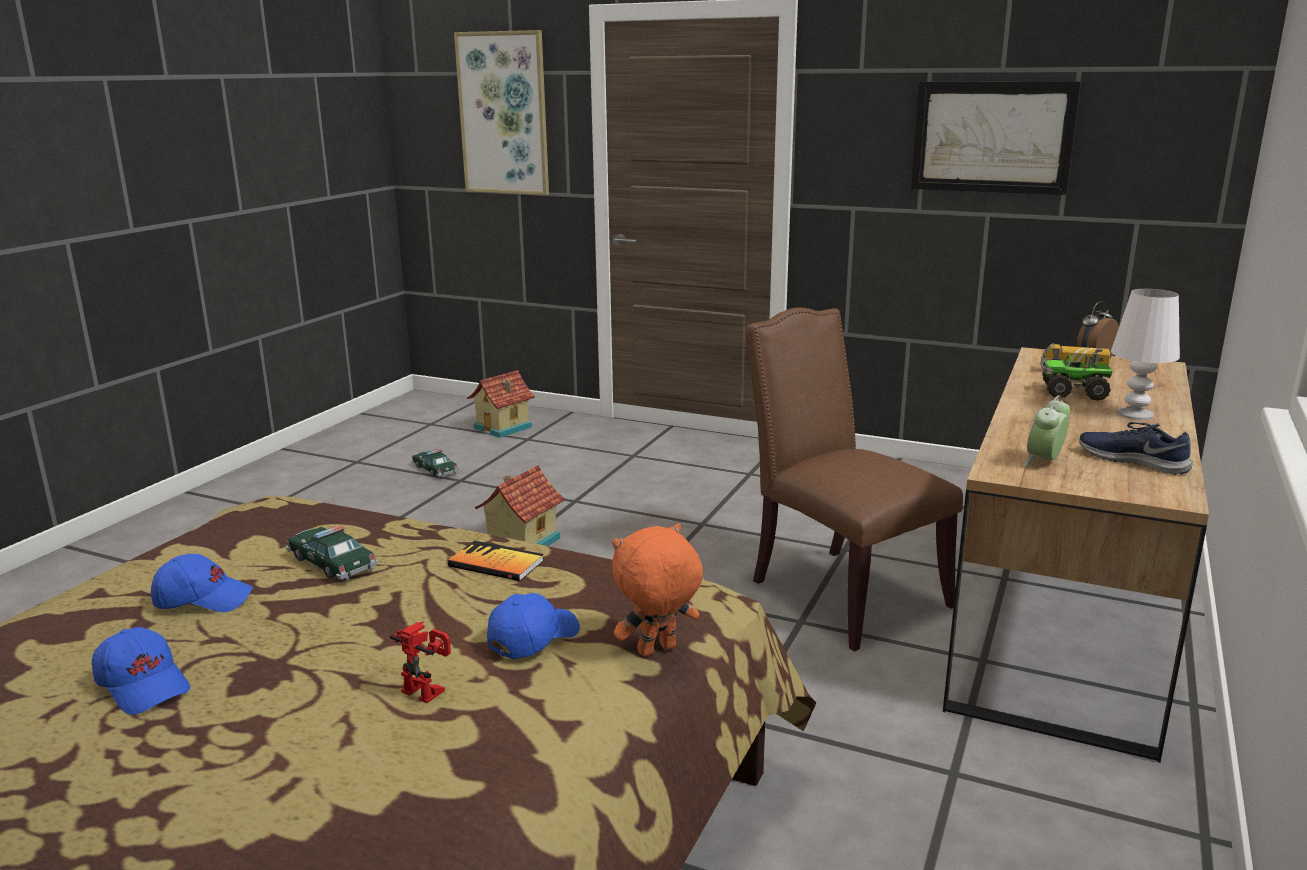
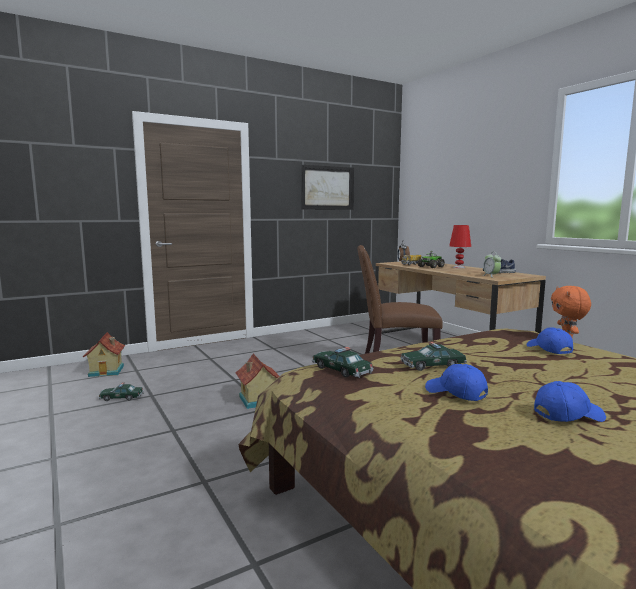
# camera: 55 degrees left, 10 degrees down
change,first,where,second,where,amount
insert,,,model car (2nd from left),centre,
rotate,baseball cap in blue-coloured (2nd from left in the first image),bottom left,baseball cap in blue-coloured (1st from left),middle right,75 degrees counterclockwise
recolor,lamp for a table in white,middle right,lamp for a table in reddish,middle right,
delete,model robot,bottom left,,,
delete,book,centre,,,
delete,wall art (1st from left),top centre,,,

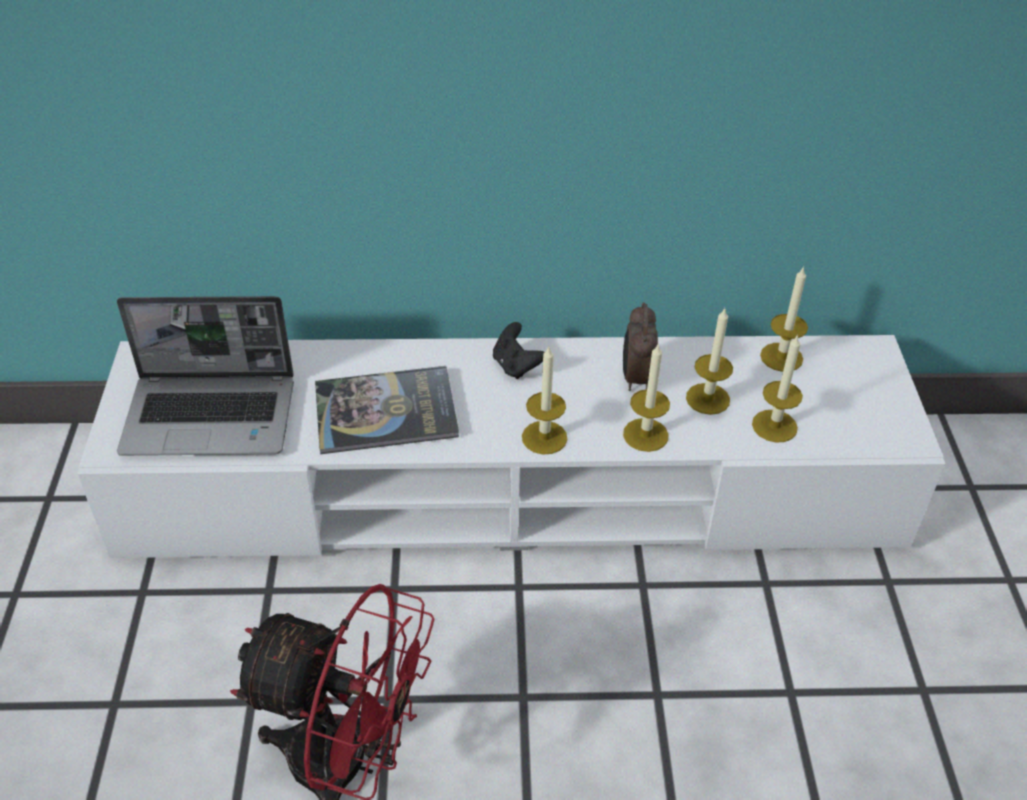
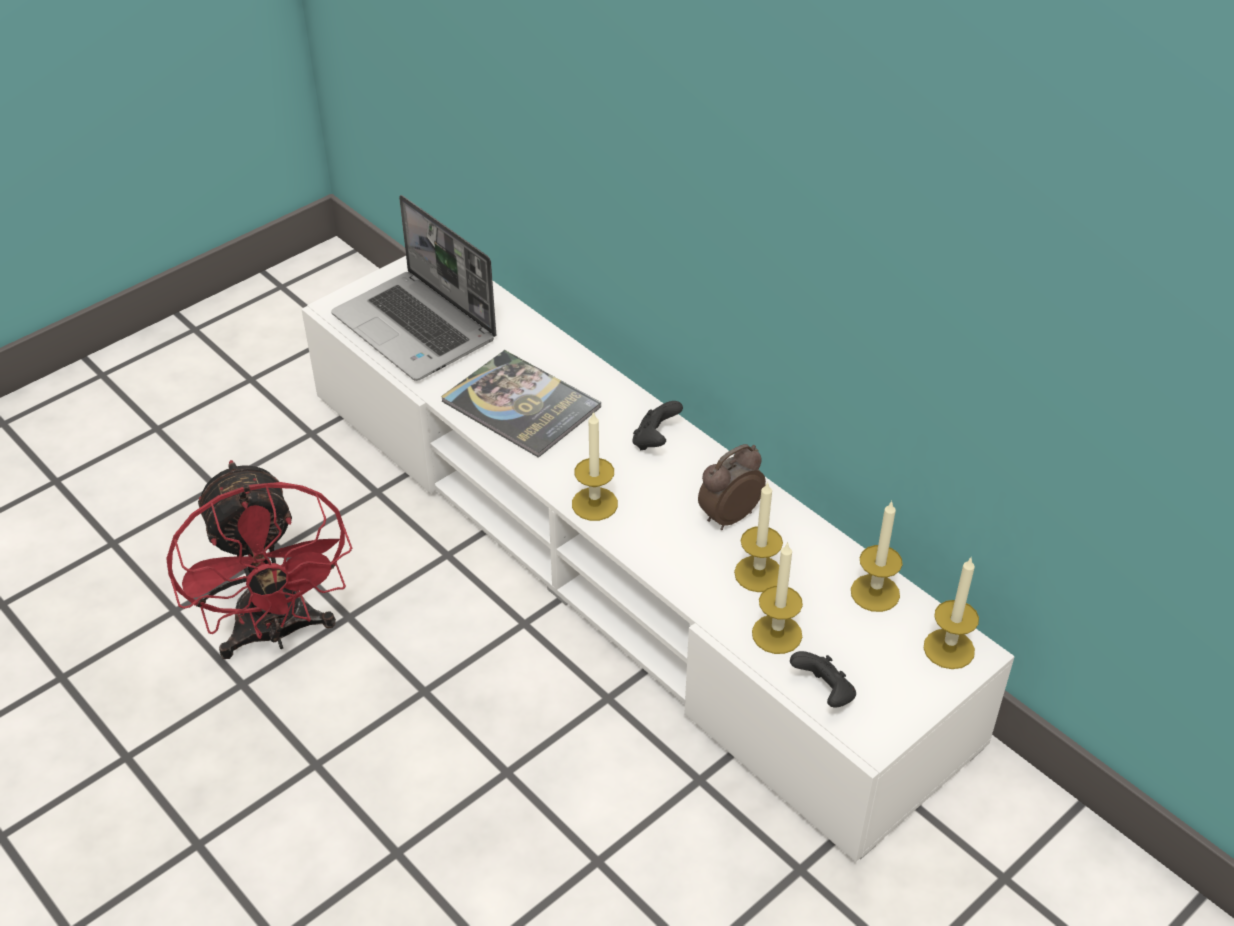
# camera: 50 degrees right, 0 degrees up
change,first,where,second,where,amount
insert,,,game controller in black-coloured (2nd from left),bottom right,
move,wax candle (2nd from left in the first image),centre,wax candle (5th from left),middle right,

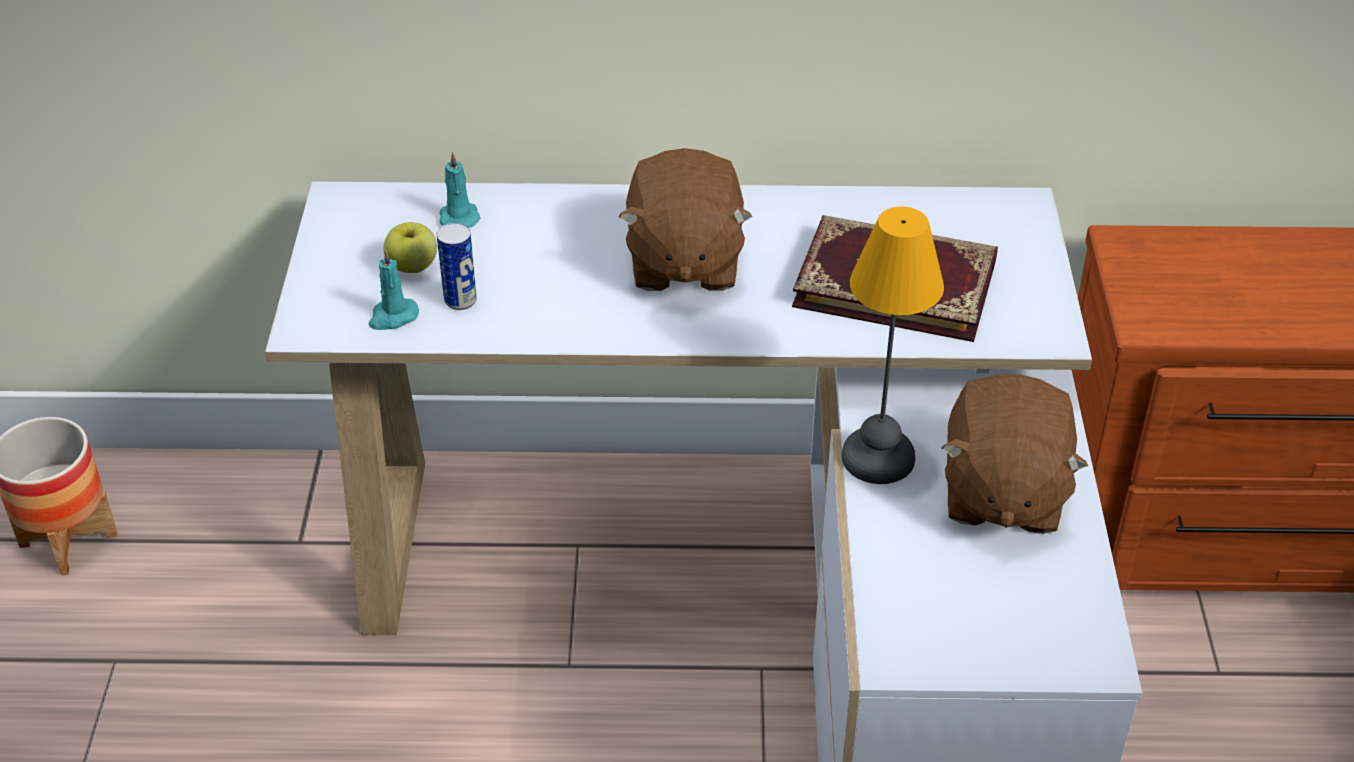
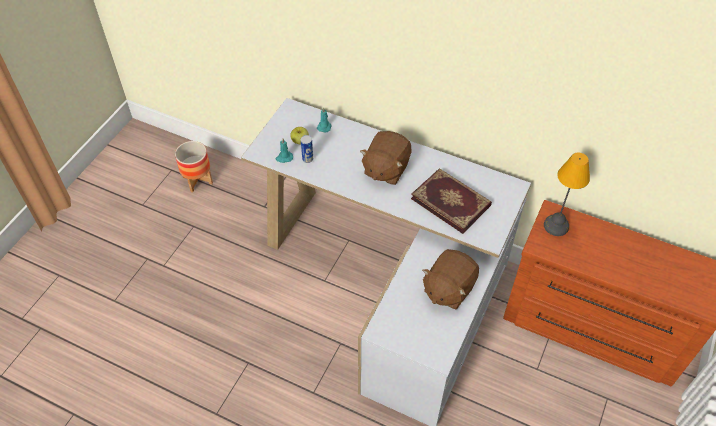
# camera: 25 degrees right, 10 degrees up
change,first,where,second,where,amount
move,lamp for a table,centre,,middle right,

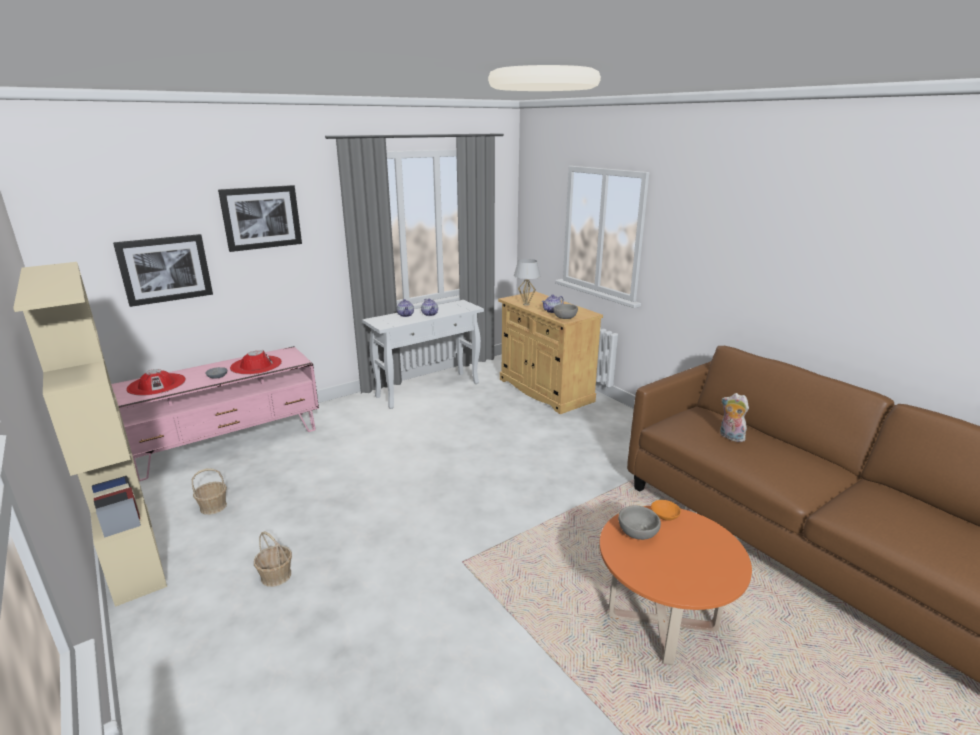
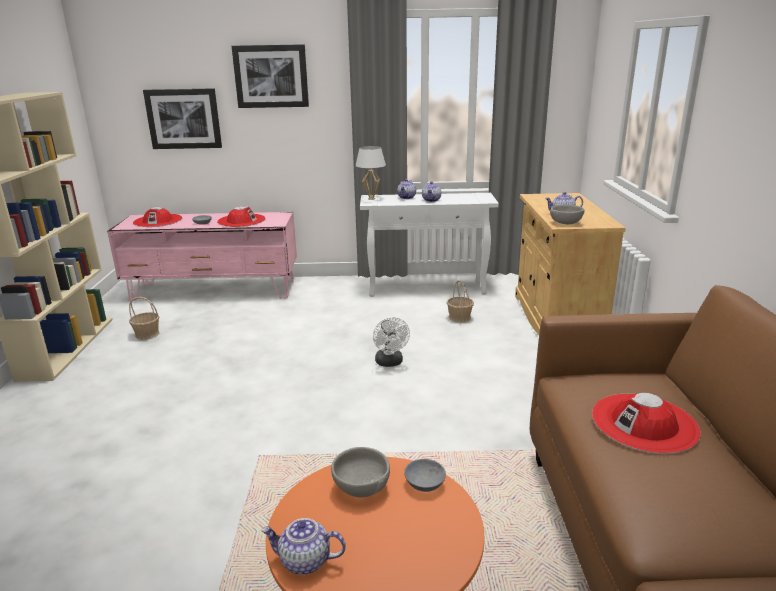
# camera: 35 degrees right, 0 degrees up
change,first,where,second,where,amount
insert,,,pot for tea (1st from left),bottom centre,
move,lamp for a table in white,centre,,top centre,
insert,,,cooling fan in white,centre,
recolor,deep dish in orange-coloured,bottom right,deep dish in grey (3rd from left),bottom centre,
move,storage basket (2nd from left),bottom left,,centre,
replace,cuddly toy,middle right,hat in reddish (3rd from left),bottom right,

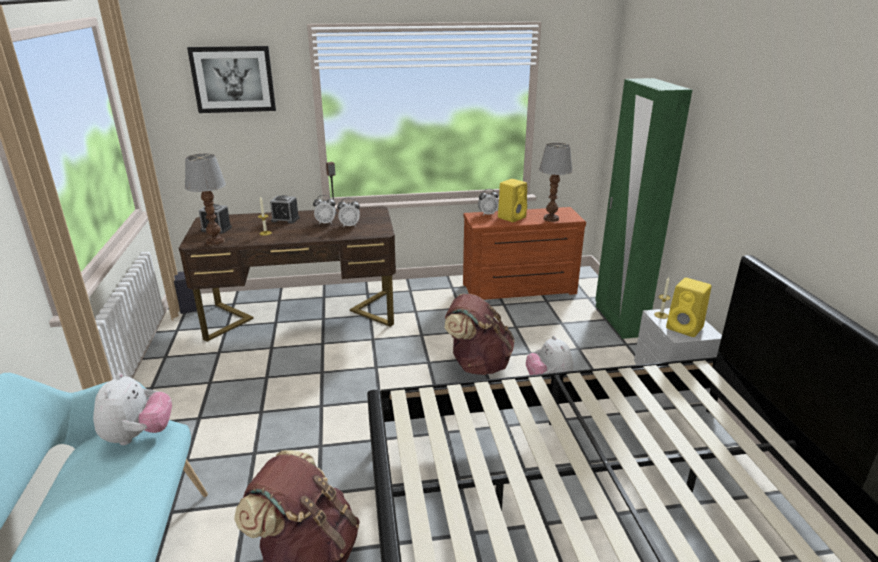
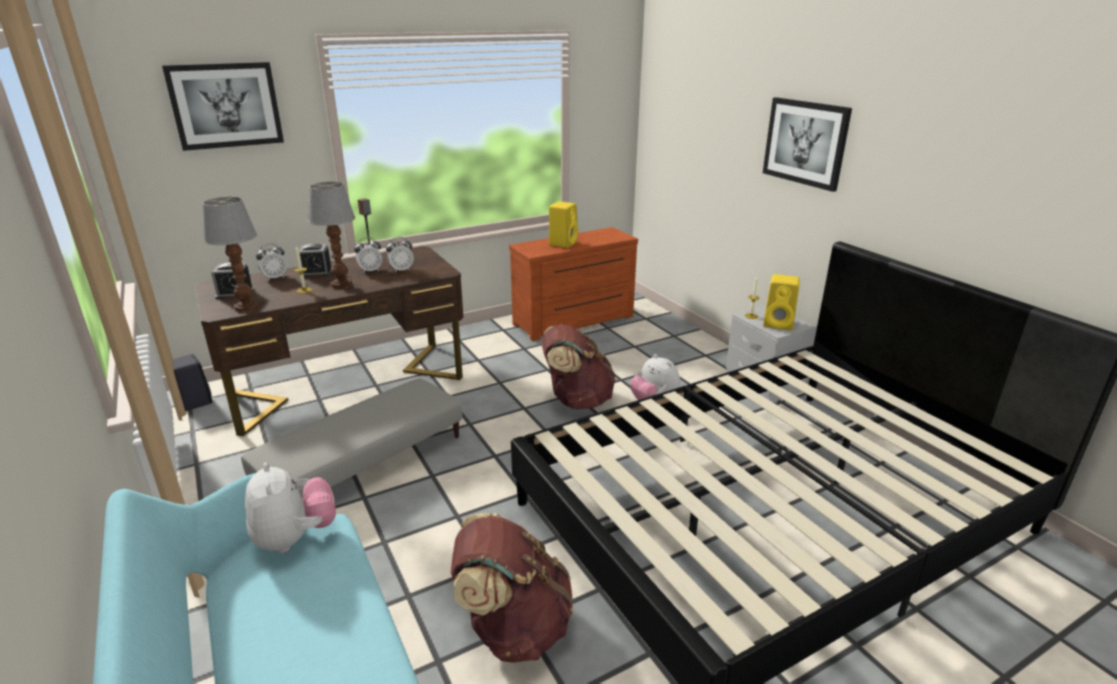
# camera: 20 degrees left, 0 degrees up
change,first,where,second,where,amount
insert,,,footrest in grey,middle left,
move,table clock (5th from left in the first image),centre,table clock (2nd from left),middle left,
move,lamp for a table (2nd from left),top centre,,middle left,
insert,,,wall art (2nd from left),top right,
delete,clothes cupboard in greenish,middle right,,,

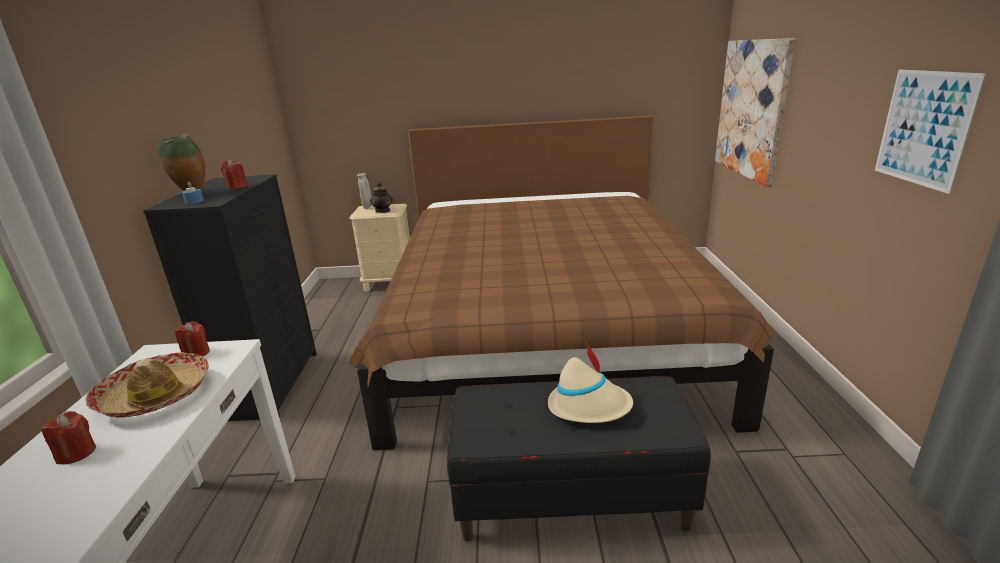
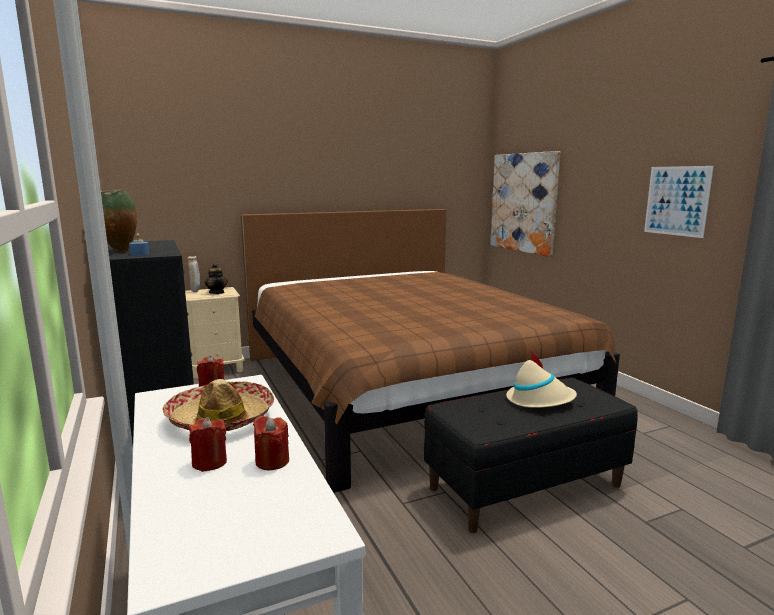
# camera: 25 degrees left, 10 degrees down
change,first,where,second,where,amount
move,wax candle in reddish (3rd from left),top left,,bottom centre,

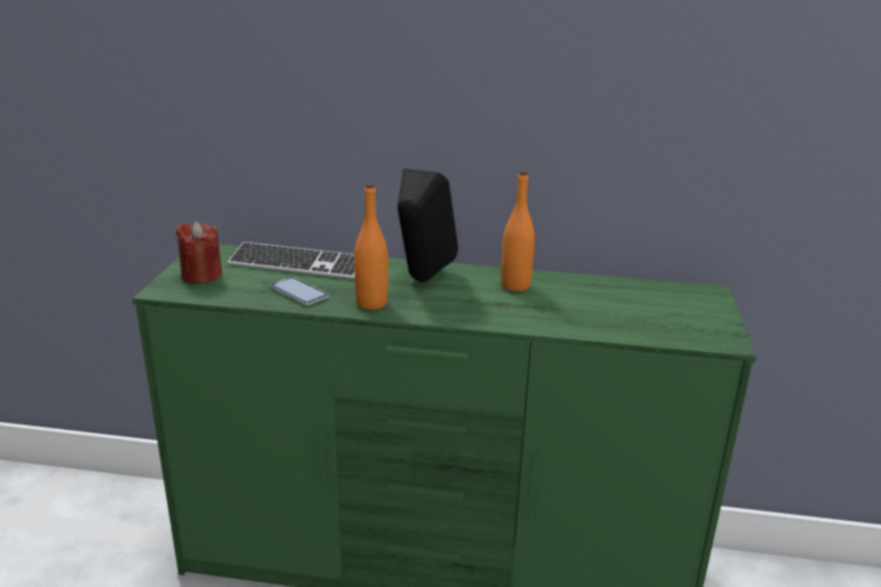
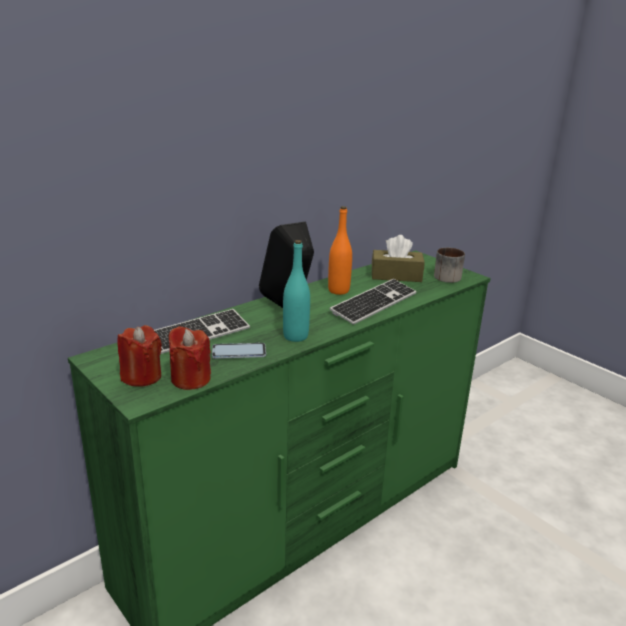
# camera: 50 degrees left, 0 degrees up
change,first,where,second,where,amount
insert,,,wax candle in reddish (2nd from left),middle left,
recolor,beverage bottle in orange-coloured (1st from left),centre,beverage bottle in blue-green,centre,
insert,,,keyboard (2nd from left),centre,
insert,,,tissue box in brown-coloured,centre,
insert,,,coffee mug,middle right,

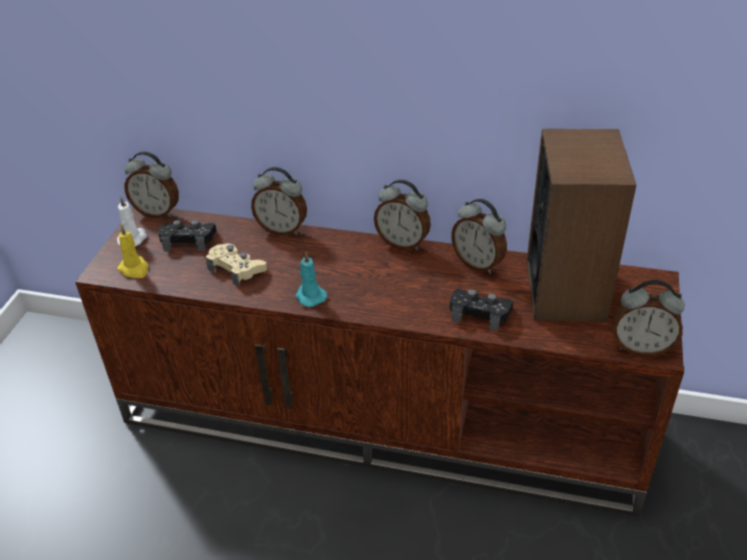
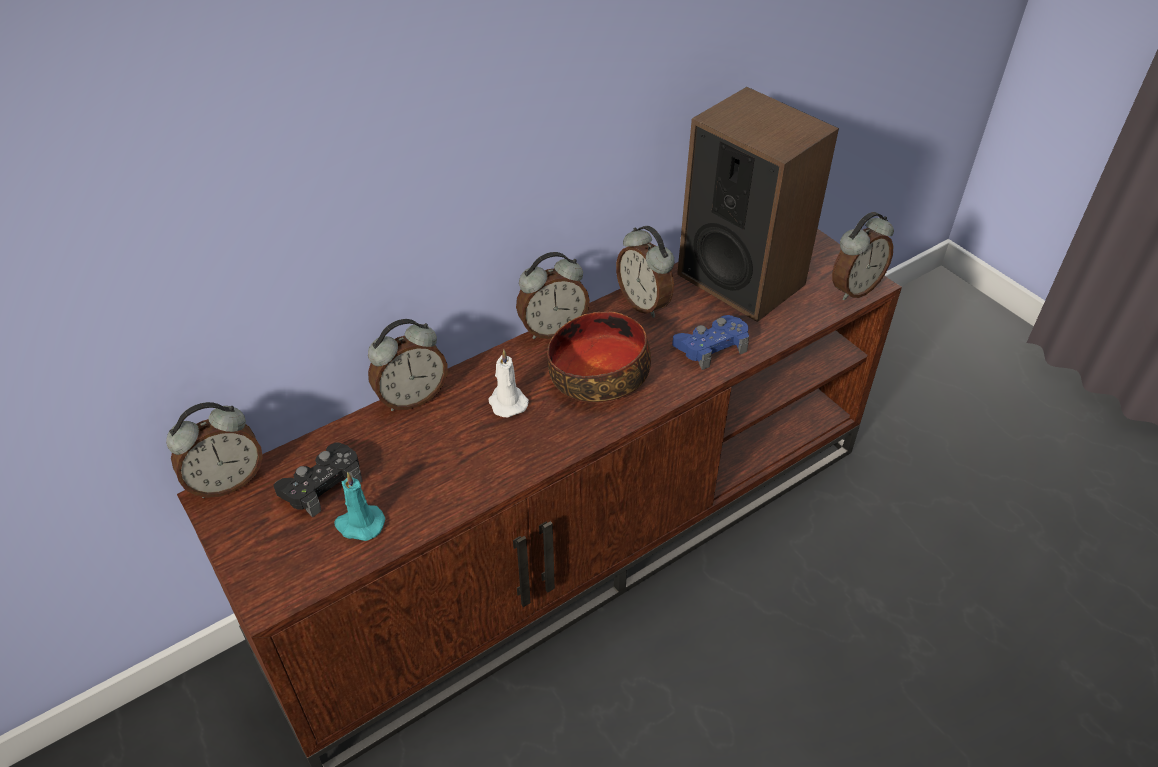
# camera: 50 degrees left, 5 degrees up
change,first,where,second,where,amount
move,wax candle in blue-green,centre,,middle left,
move,wax candle in white,middle left,,centre,
insert,,,deep dish,centre,
rotate,table clock (4th from left),centre,,centre,60 degrees clockwise
recolor,game controller in black-coloured (2nd from left),centre,game controller in blue-coloured,centre,
delete,wax candle in yellow,middle left,,,
delete,game controller in beige-coloured,middle left,,,

